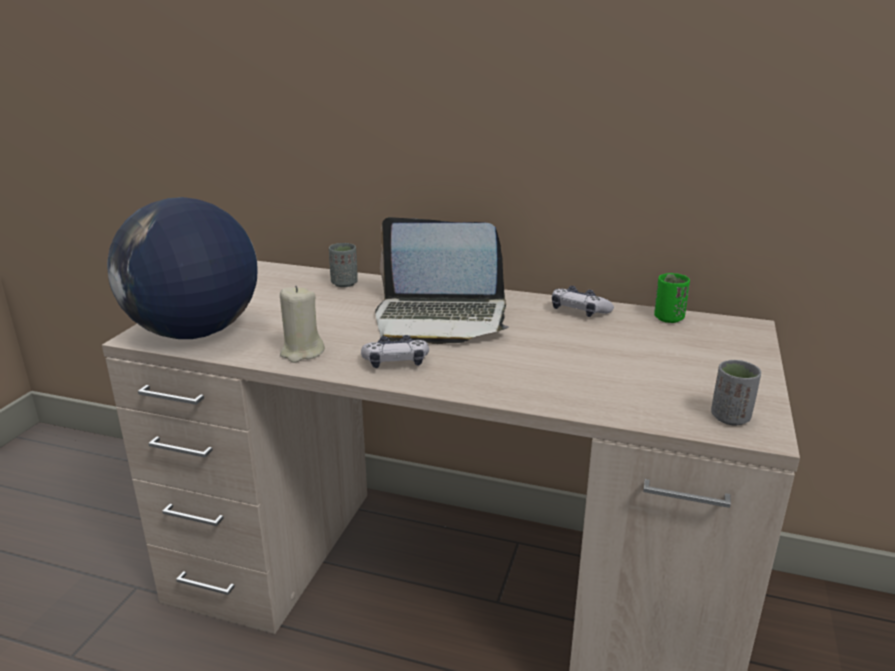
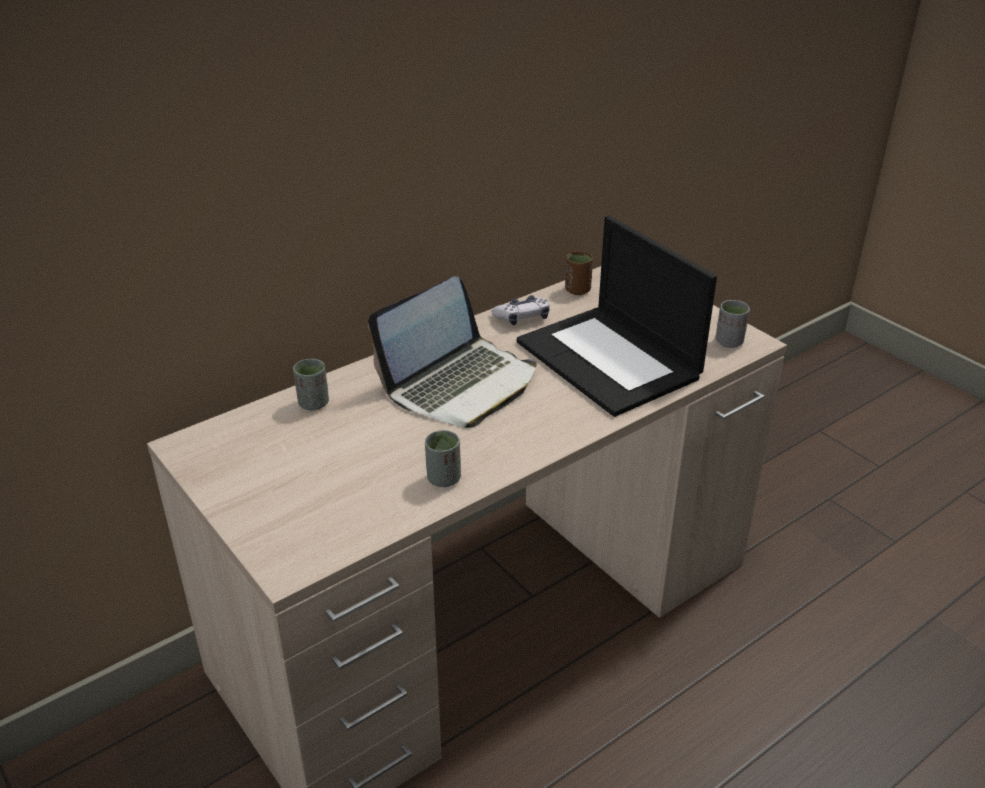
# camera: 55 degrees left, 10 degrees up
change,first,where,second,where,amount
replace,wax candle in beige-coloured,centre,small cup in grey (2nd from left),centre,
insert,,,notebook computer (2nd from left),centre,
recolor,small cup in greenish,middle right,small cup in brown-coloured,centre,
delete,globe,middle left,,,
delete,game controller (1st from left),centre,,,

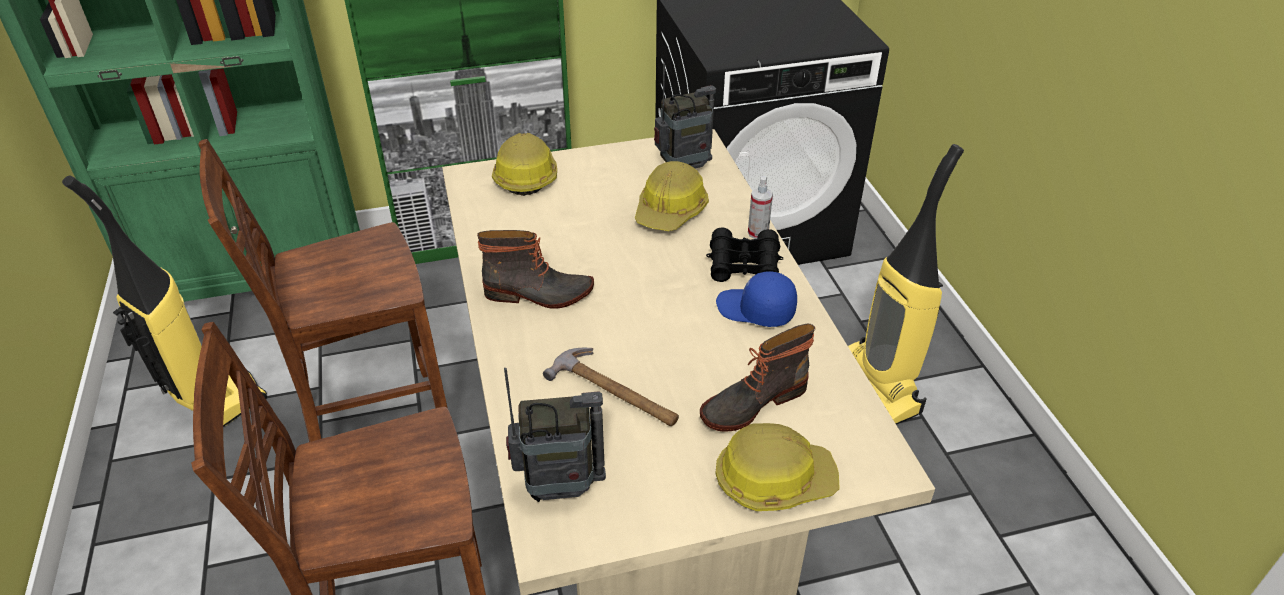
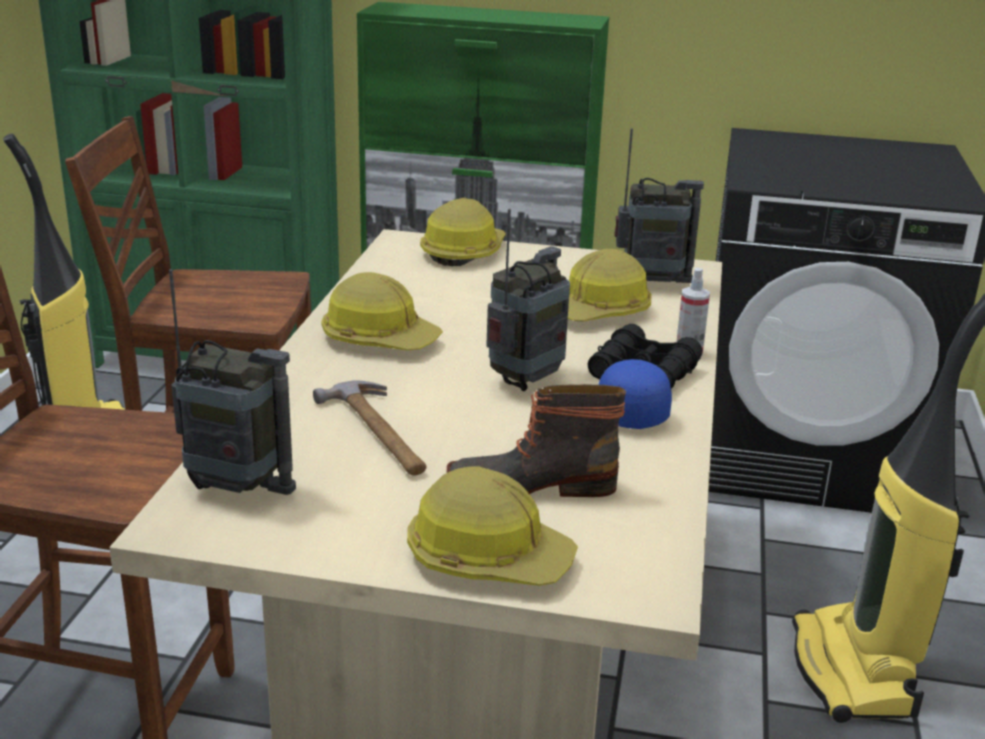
# camera: 25 degrees right, 15 degrees down
change,first,where,second,where,amount
replace,high-top boot (1st from left),centre,safety helmet (1st from left),centre,
insert,,,radio receiver (2nd from left),centre,

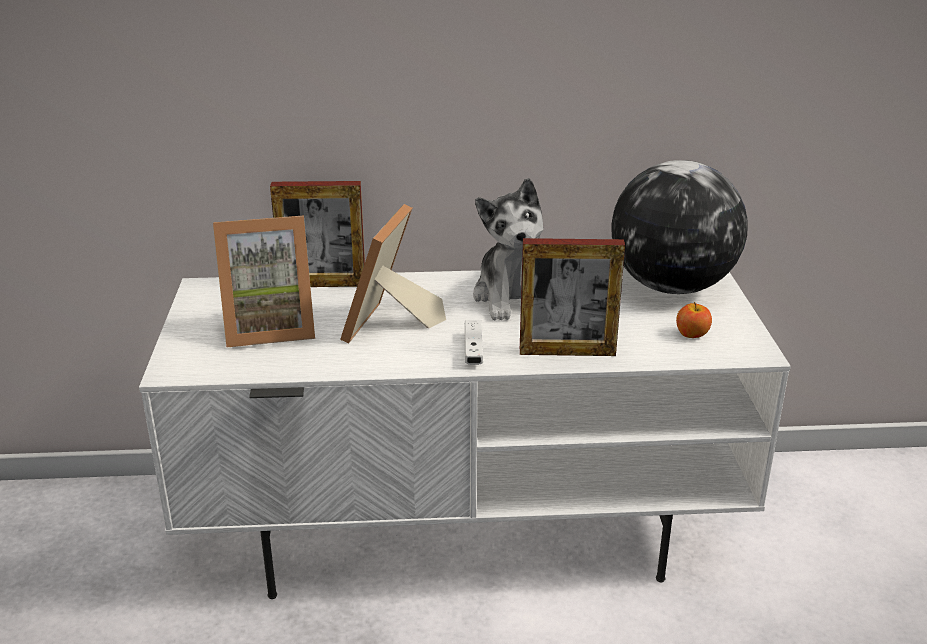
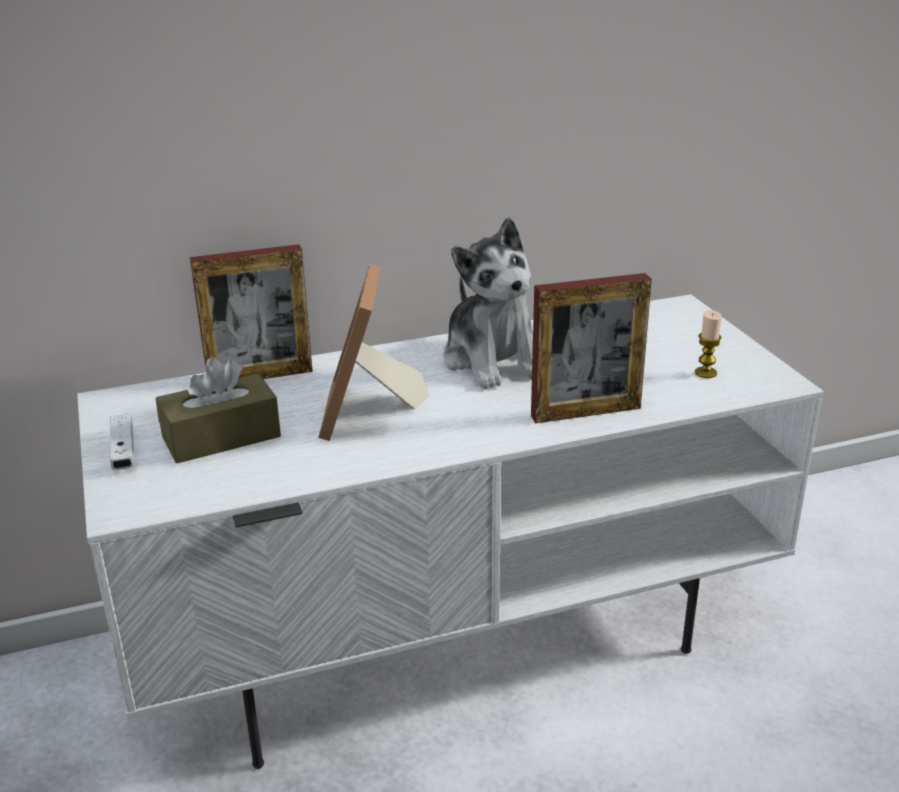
# camera: 15 degrees left, 0 degrees up
change,first,where,second,where,amount
move,game controller in white,centre,,middle left,
replace,photo frame (1st from left),middle left,tissue box in brown-coloured,middle left,
replace,apple fruit,middle right,wax candle,middle right,
delete,globe,middle right,,,

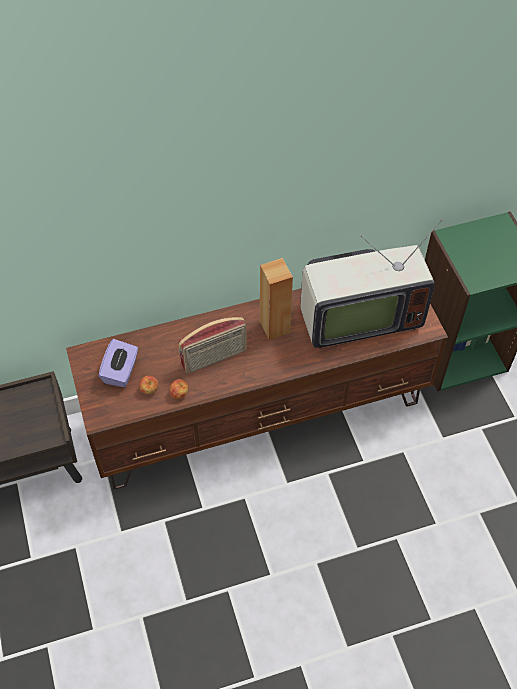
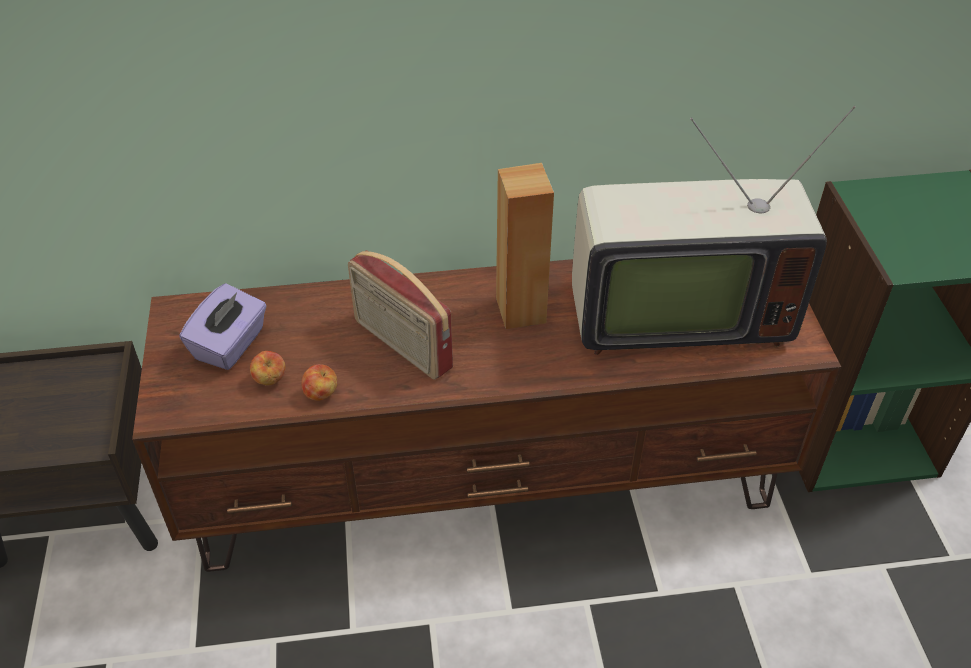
# camera: 10 degrees right, 10 degrees down
change,first,where,second,where,amount
rotate,radio receiver,centre,,centre,60 degrees clockwise

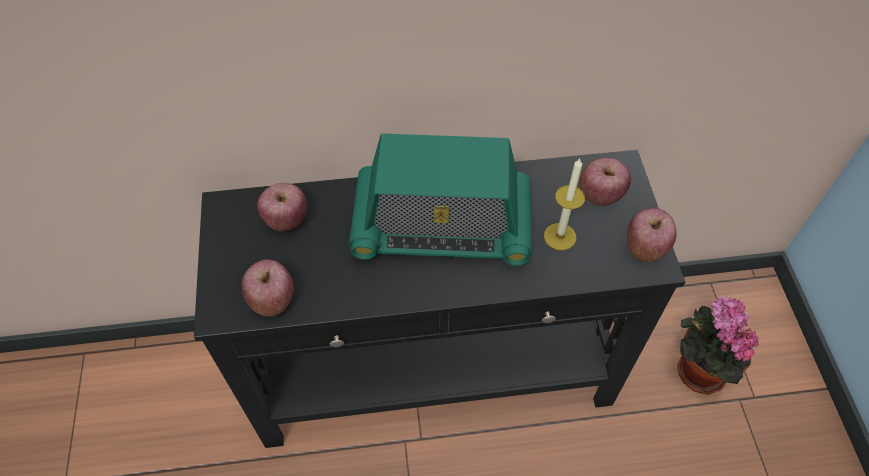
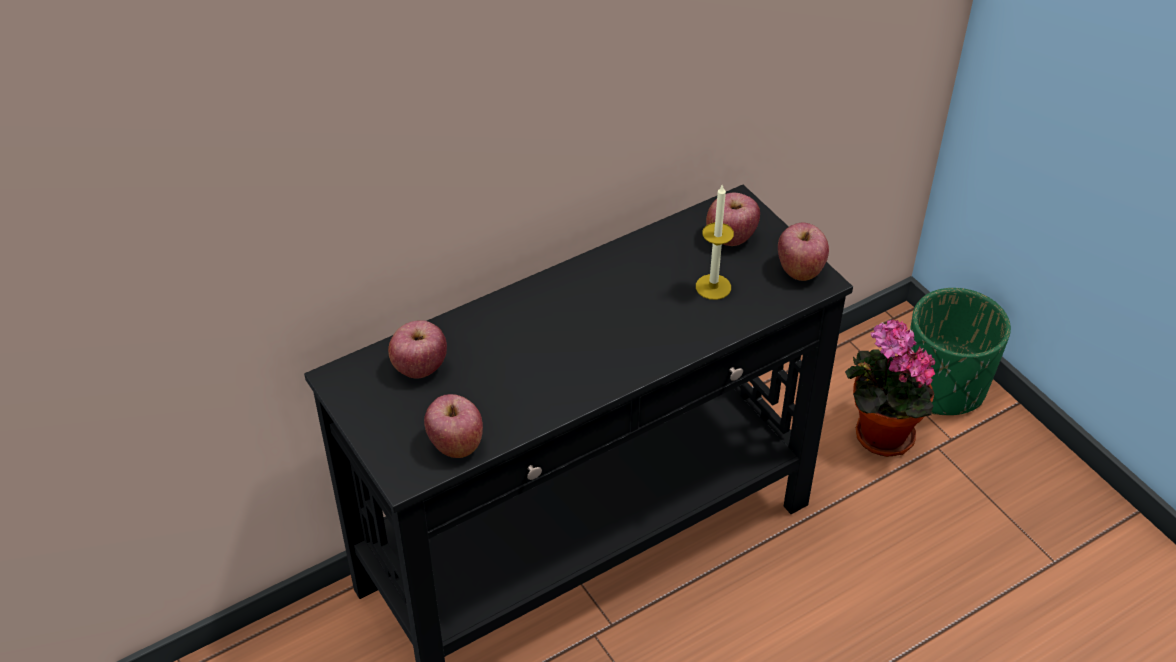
# camera: 25 degrees left, 10 degrees down
change,first,where,second,where,amount
insert,,,flower pot in greenish,middle right,
delete,radio receiver,centre,,,

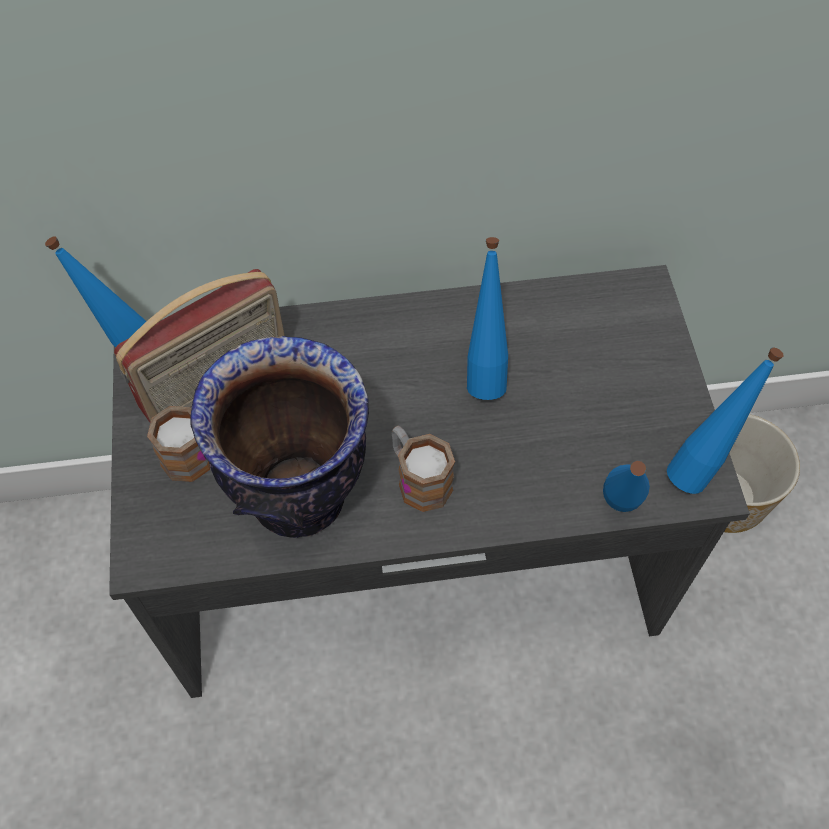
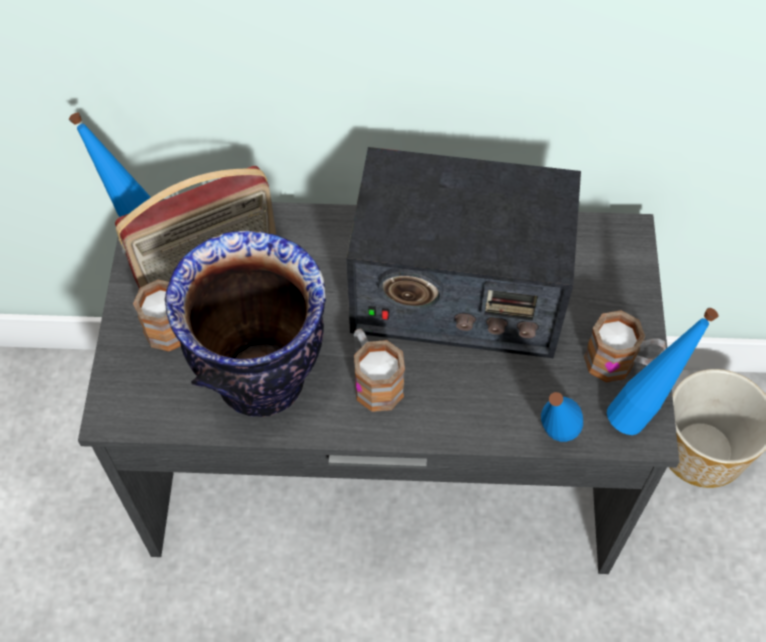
# camera: 10 degrees right, 0 degrees up
change,first,where,second,where,amount
replace,beverage bottle in blue-coloured (2nd from left),centre,radio receiver (2nd from left),centre,
insert,,,coffee mug (3rd from left),middle right,

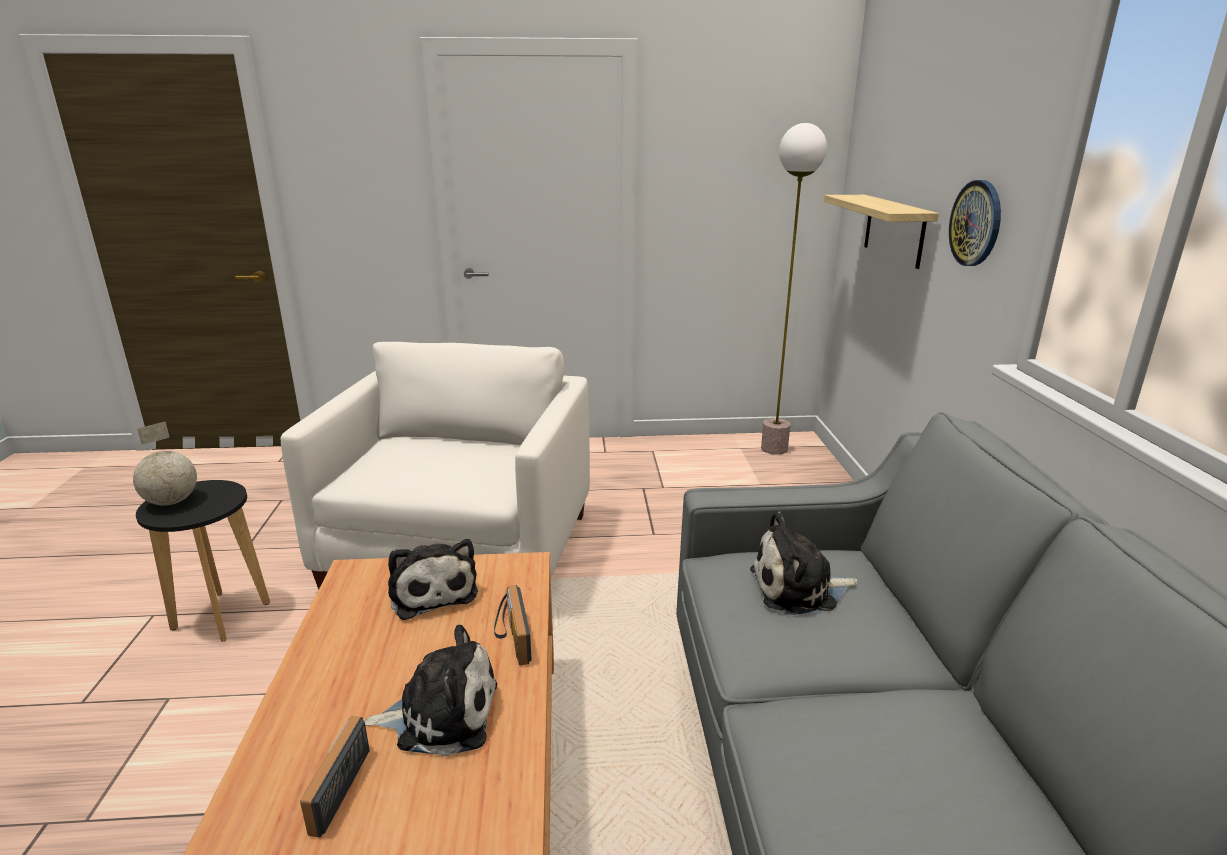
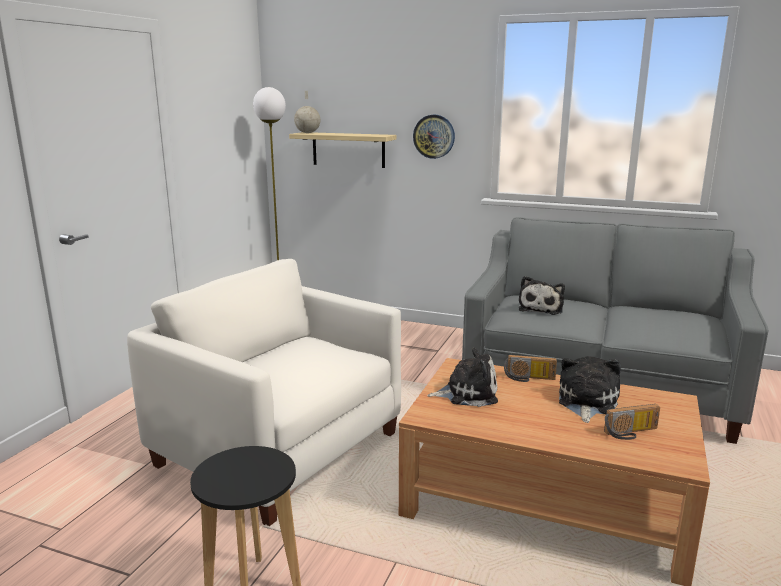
# camera: 65 degrees left, 5 degrees down
change,first,where,second,where,amount
move,globe,middle left,,top centre,
rotate,radio receiver (1st from left in the first image),bottom left,radio receiver (2nd from left),bottom right,45 degrees counterclockwise

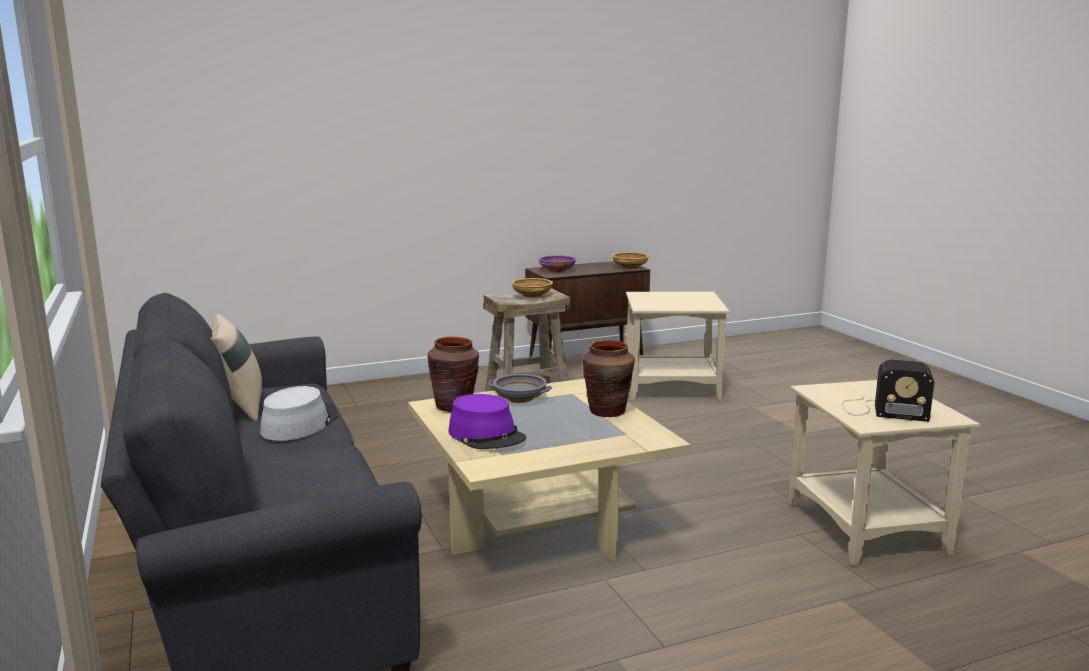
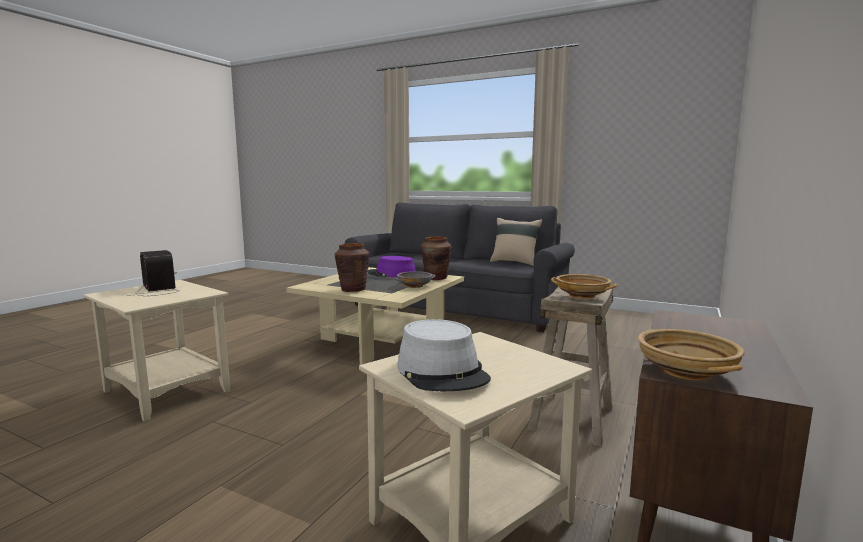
# camera: 140 degrees right, 5 degrees down
change,first,where,second,where,amount
rotate,radio receiver,middle right,,middle left,75 degrees clockwise
move,hat in grey,middle left,,centre,
delete,deep dish in purplish,centre,,,

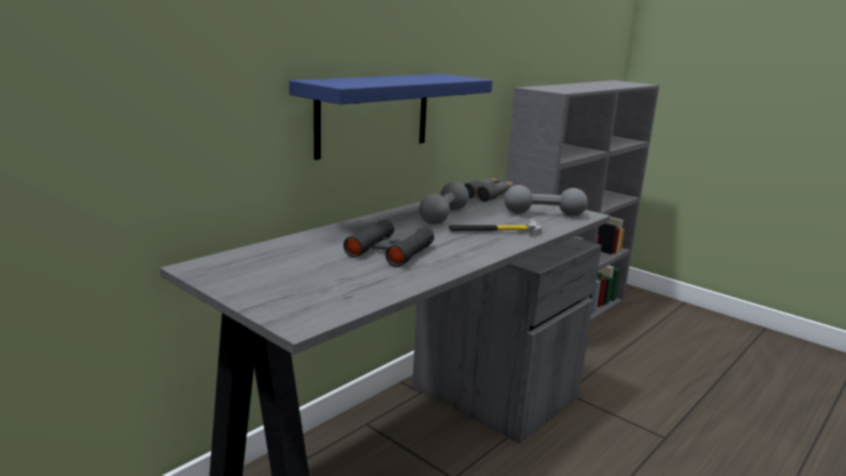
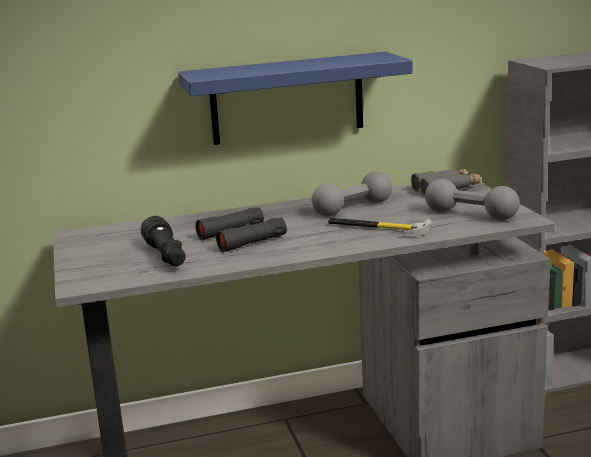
# camera: 35 degrees right, 0 degrees up
change,first,where,second,where,amount
insert,,,flashlight in black-coloured,middle left,

